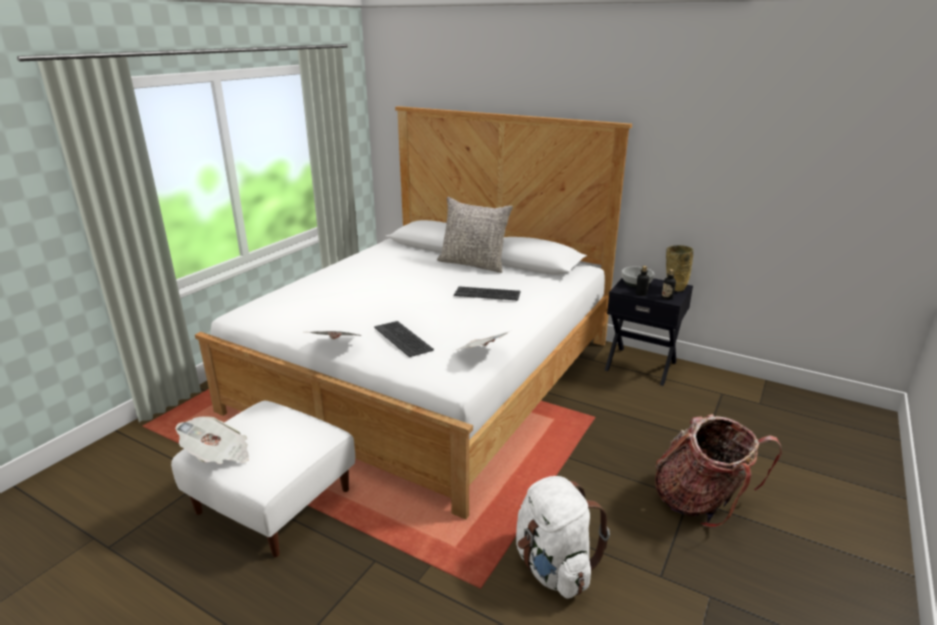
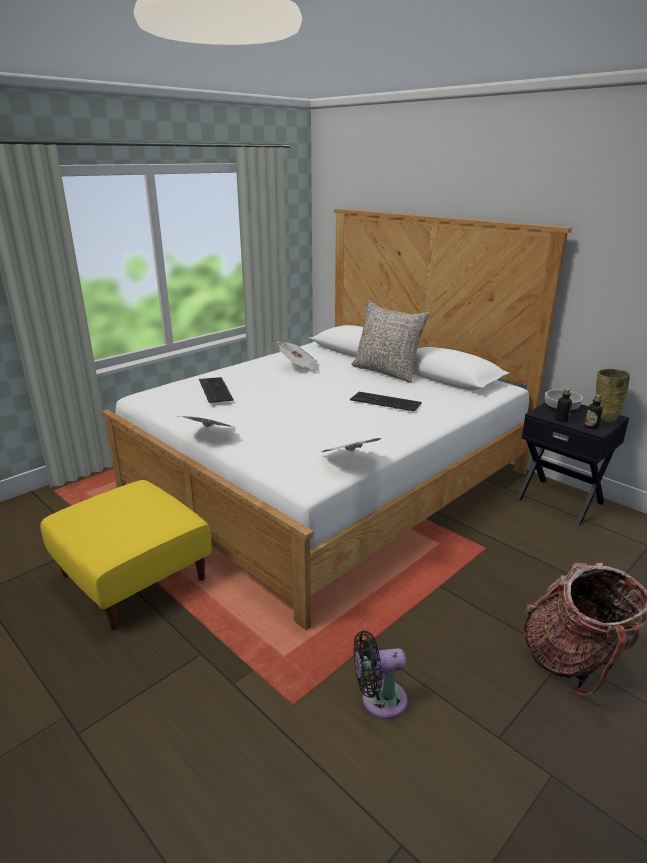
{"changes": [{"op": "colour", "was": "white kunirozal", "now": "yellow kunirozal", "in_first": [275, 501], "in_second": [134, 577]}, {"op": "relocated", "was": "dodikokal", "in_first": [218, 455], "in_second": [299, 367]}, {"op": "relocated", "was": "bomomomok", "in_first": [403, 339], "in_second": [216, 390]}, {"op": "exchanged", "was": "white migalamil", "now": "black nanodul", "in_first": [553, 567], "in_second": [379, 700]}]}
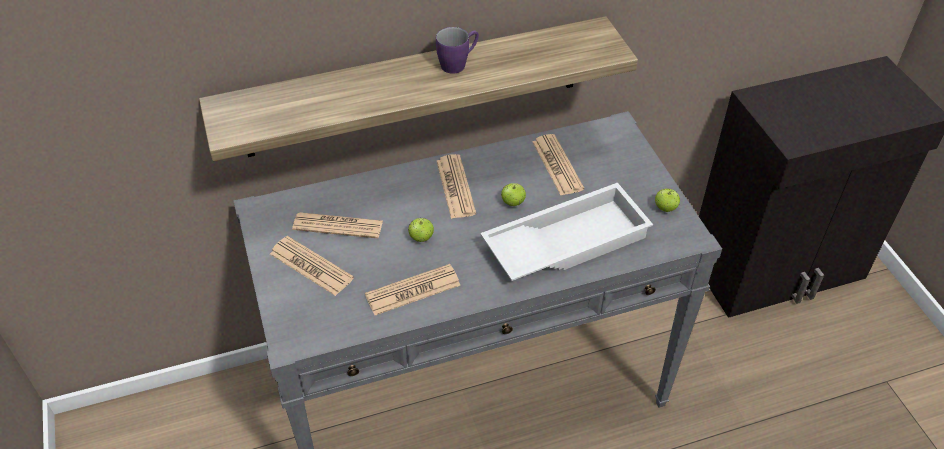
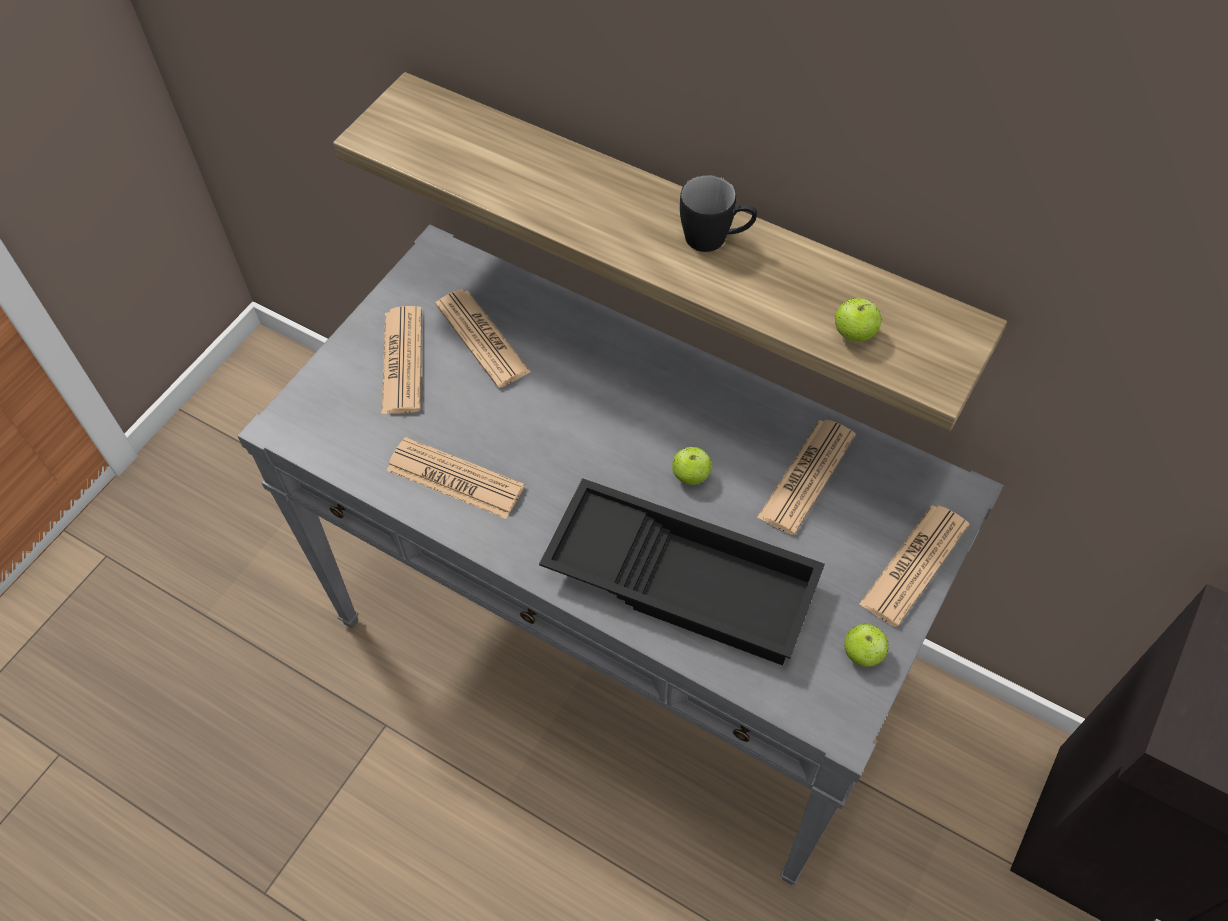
{"changes": [{"op": "relocated", "was": "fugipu", "in_first": [421, 238], "in_second": [854, 334]}, {"op": "colour", "was": "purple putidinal", "now": "black putidinal", "in_first": [458, 63], "in_second": [715, 239]}, {"op": "relocated", "was": "dodikokal", "in_first": [455, 187], "in_second": [914, 565]}, {"op": "colour", "was": "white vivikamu", "now": "black vivikamu", "in_first": [565, 241], "in_second": [684, 577]}]}
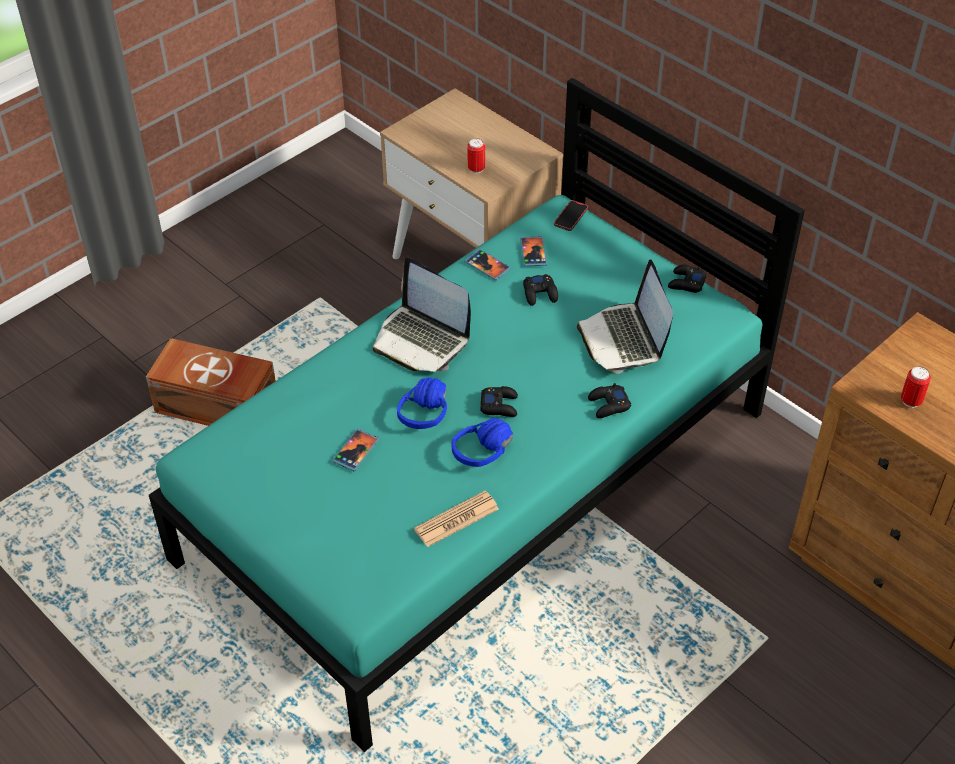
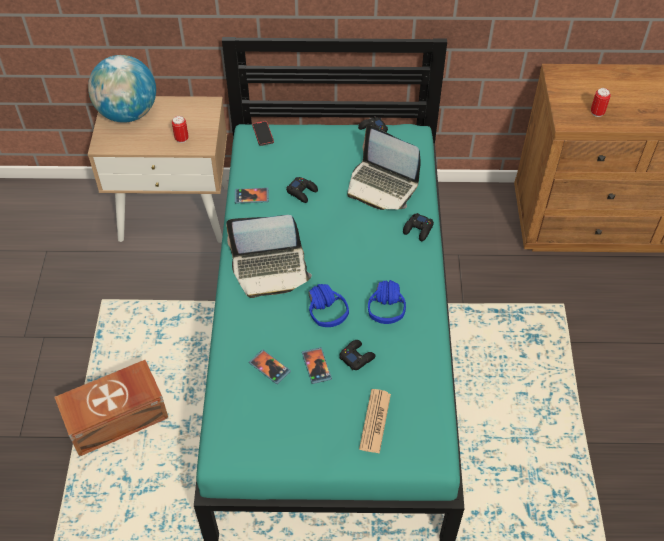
{"changes": [{"op": "relocated", "was": "dodikokal", "in_first": [456, 519], "in_second": [375, 421]}, {"op": "relocated", "was": "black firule", "in_first": [499, 405], "in_second": [357, 357]}, {"op": "relocated", "was": "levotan", "in_first": [533, 252], "in_second": [269, 367]}, {"op": "appeared", "now": "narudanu", "in_second": [128, 113]}]}
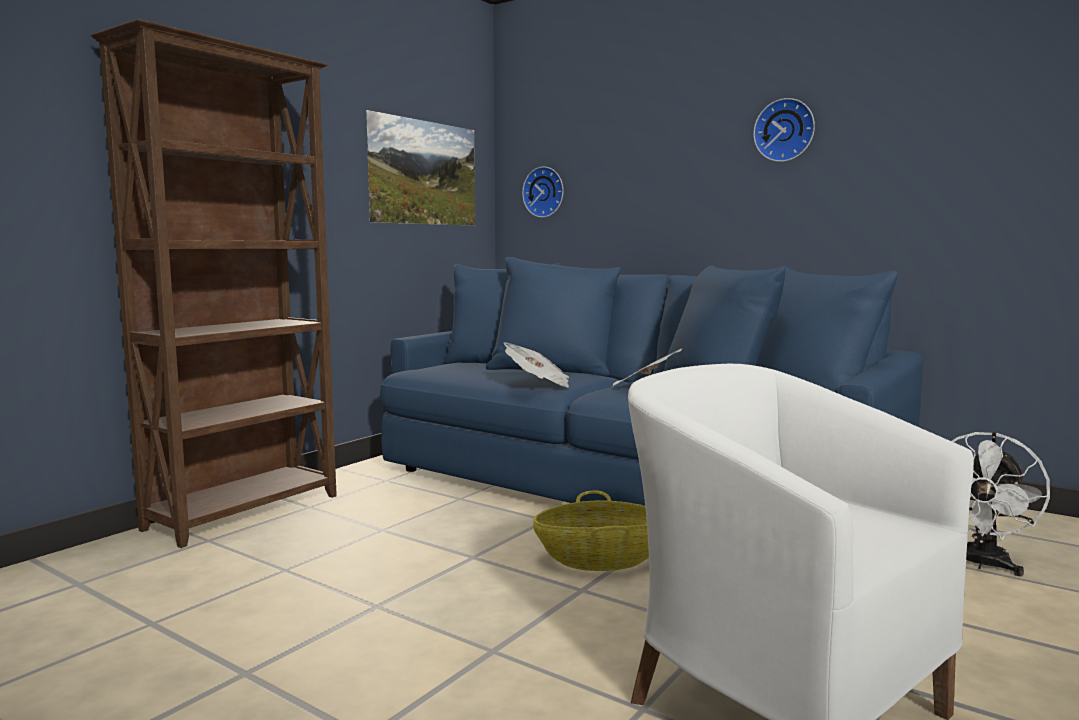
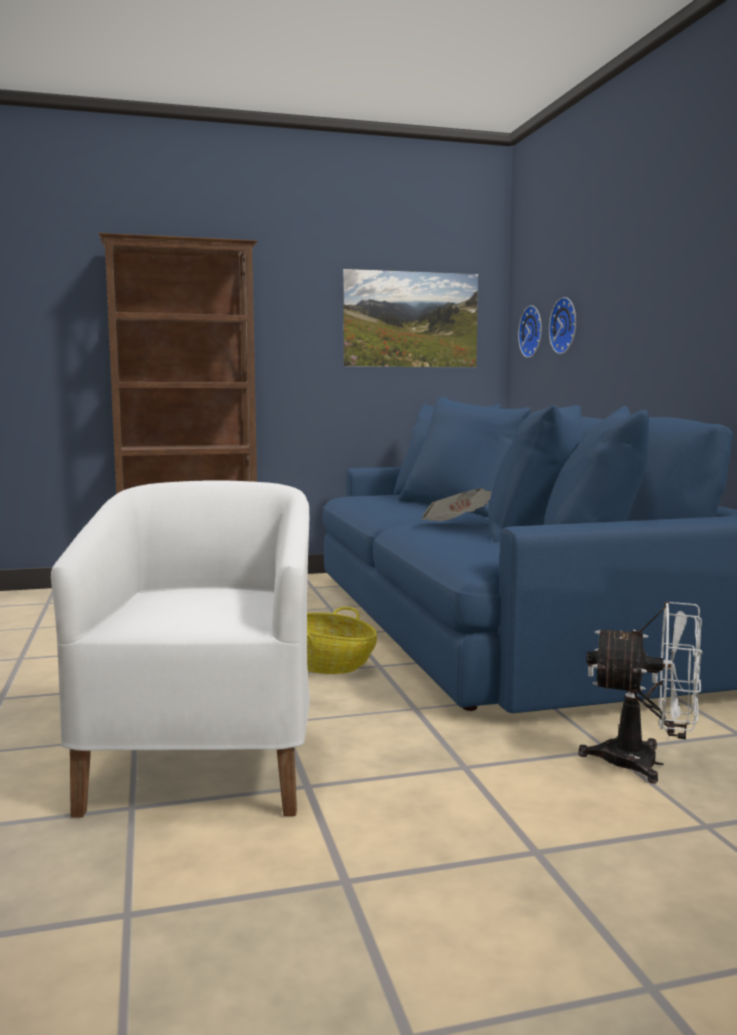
{"changes": [{"op": "missing", "was": "dodikokal", "in_first": [538, 384]}, {"op": "relocated", "was": "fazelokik", "in_first": [785, 130], "in_second": [566, 325]}, {"op": "spun", "was": "white nanodul", "in_first": [981, 564], "in_second": [645, 763], "clockwise": -150}]}
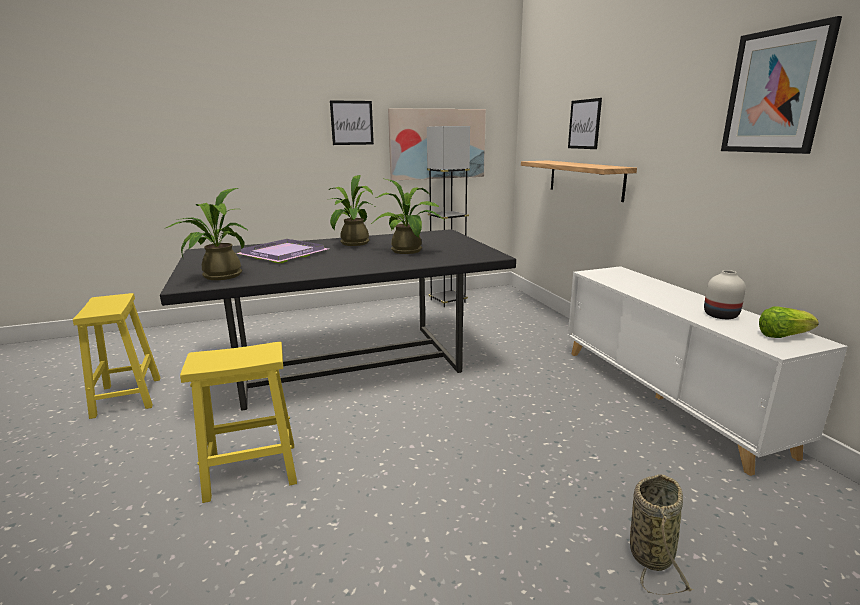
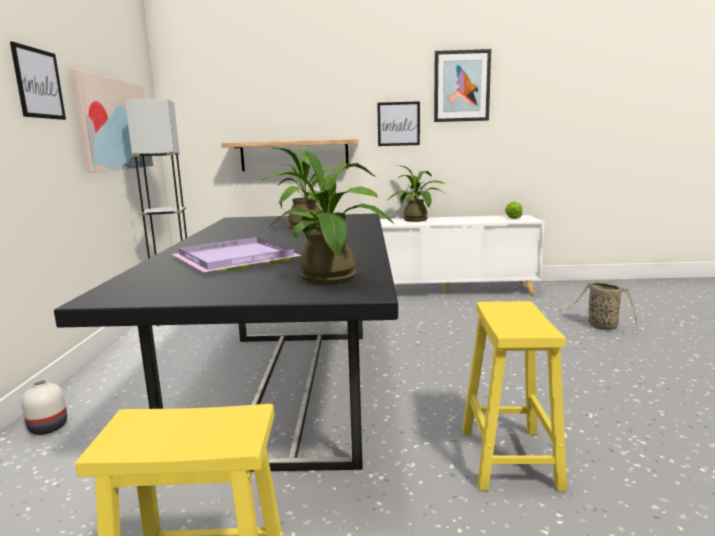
{"changes": [{"op": "relocated", "was": "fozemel", "in_first": [352, 244], "in_second": [417, 220]}, {"op": "relocated", "was": "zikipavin", "in_first": [584, 124], "in_second": [398, 124]}, {"op": "relocated", "was": "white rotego", "in_first": [721, 315], "in_second": [49, 427]}]}
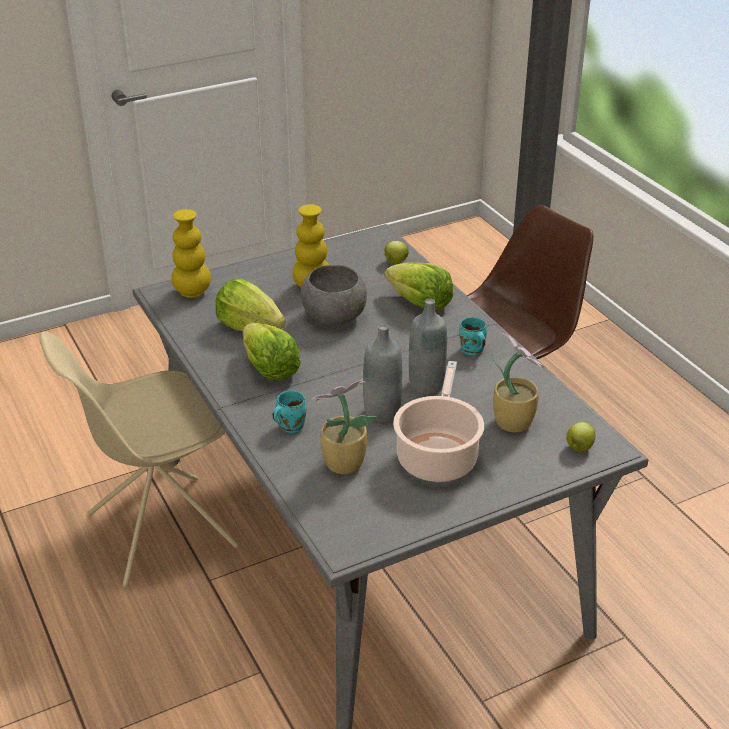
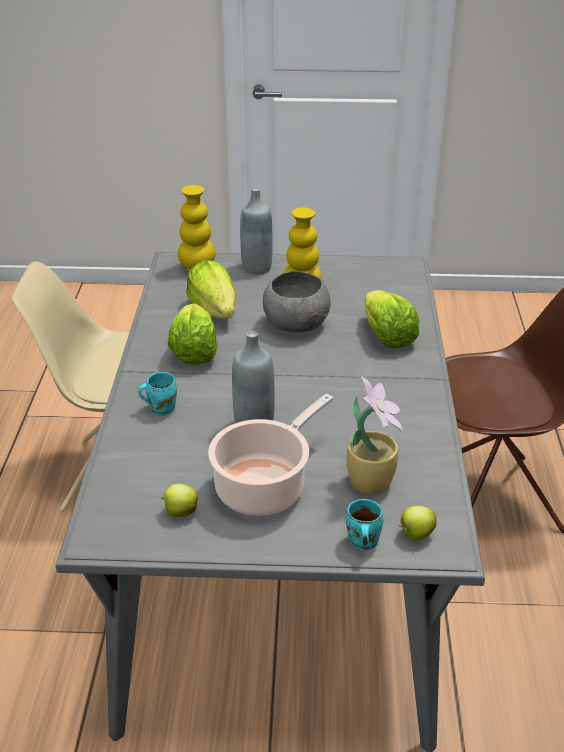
{"changes": [{"op": "missing", "was": "fozemel", "in_first": [341, 464]}, {"op": "relocated", "was": "fugipu", "in_first": [395, 262], "in_second": [180, 512]}, {"op": "relocated", "was": "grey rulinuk", "in_first": [426, 385], "in_second": [257, 268]}, {"op": "relocated", "was": "turquoise putidinal", "in_first": [471, 351], "in_second": [361, 542]}]}
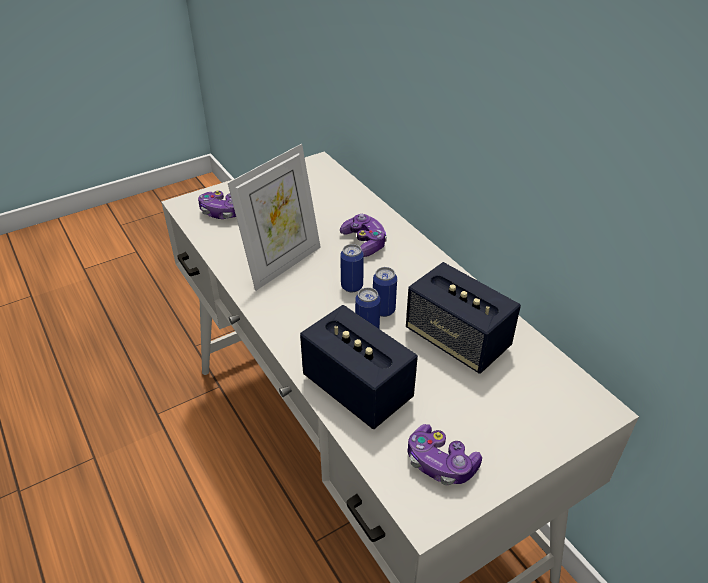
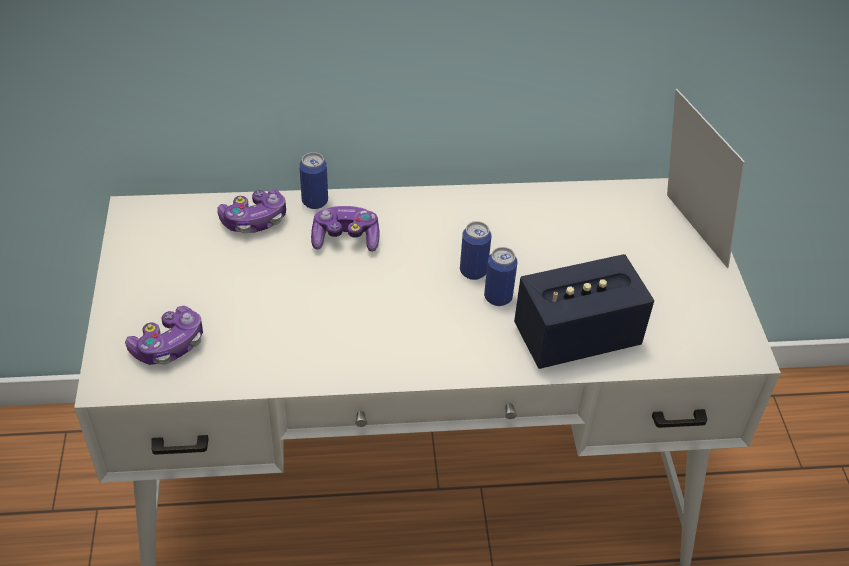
{"changes": [{"op": "relocated", "was": "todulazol", "in_first": [282, 264], "in_second": [686, 233]}, {"op": "relocated", "was": "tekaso", "in_first": [352, 286], "in_second": [315, 201]}, {"op": "missing", "was": "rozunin", "in_first": [457, 340]}, {"op": "relocated", "was": "firule", "in_first": [440, 463], "in_second": [254, 220]}]}
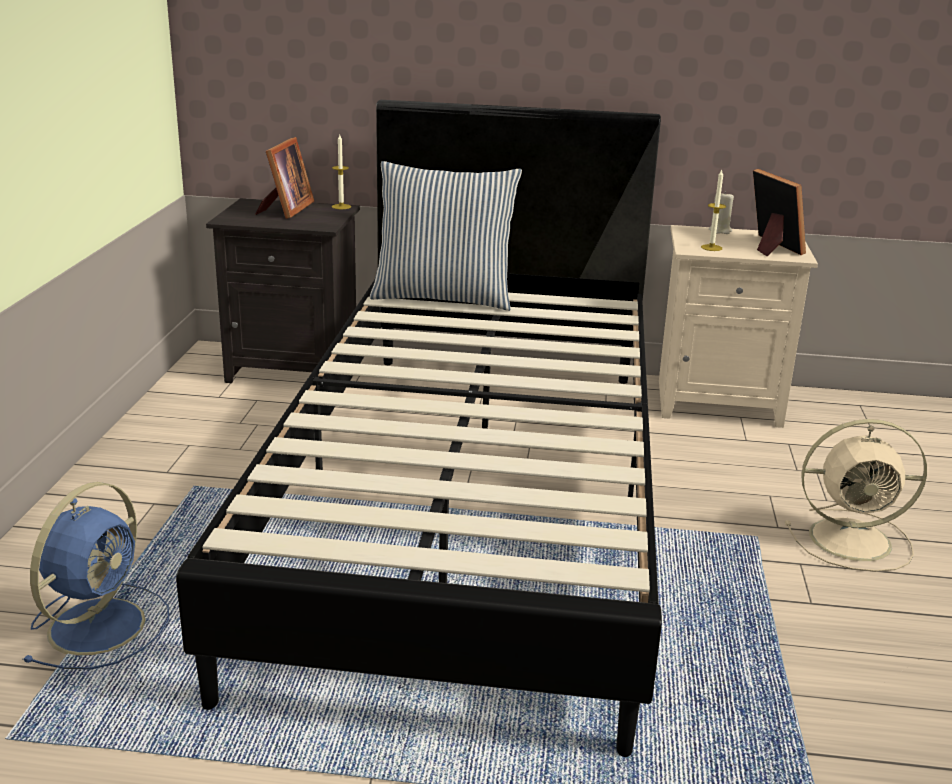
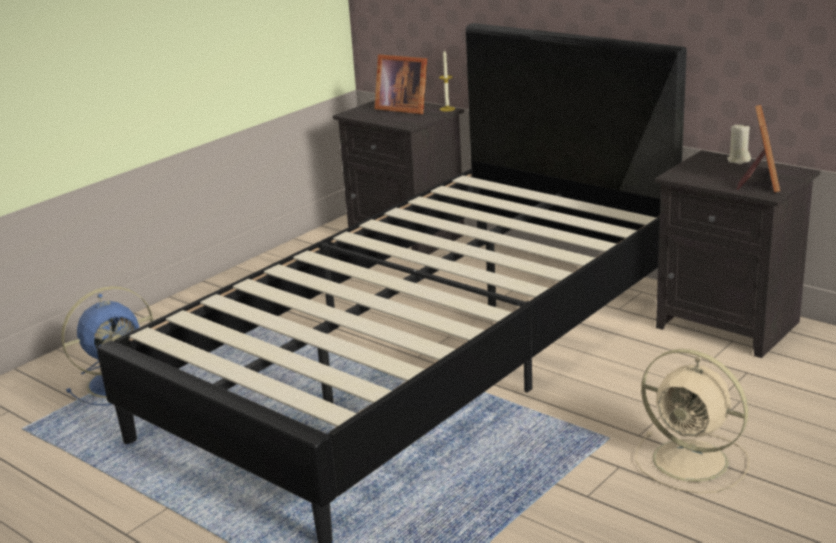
{"changes": [{"op": "spun", "was": "todulazol", "in_first": [285, 210], "in_second": [402, 108], "clockwise": 75}, {"op": "missing", "was": "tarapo", "in_first": [443, 297]}, {"op": "colour", "was": "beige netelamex", "now": "black netelamex", "in_first": [720, 402], "in_second": [730, 324]}, {"op": "missing", "was": "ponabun", "in_first": [711, 248]}]}
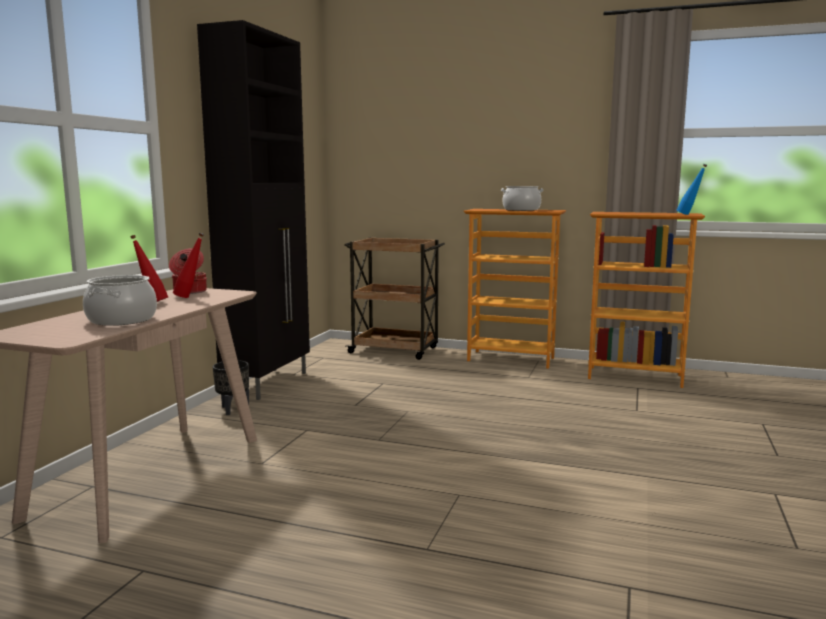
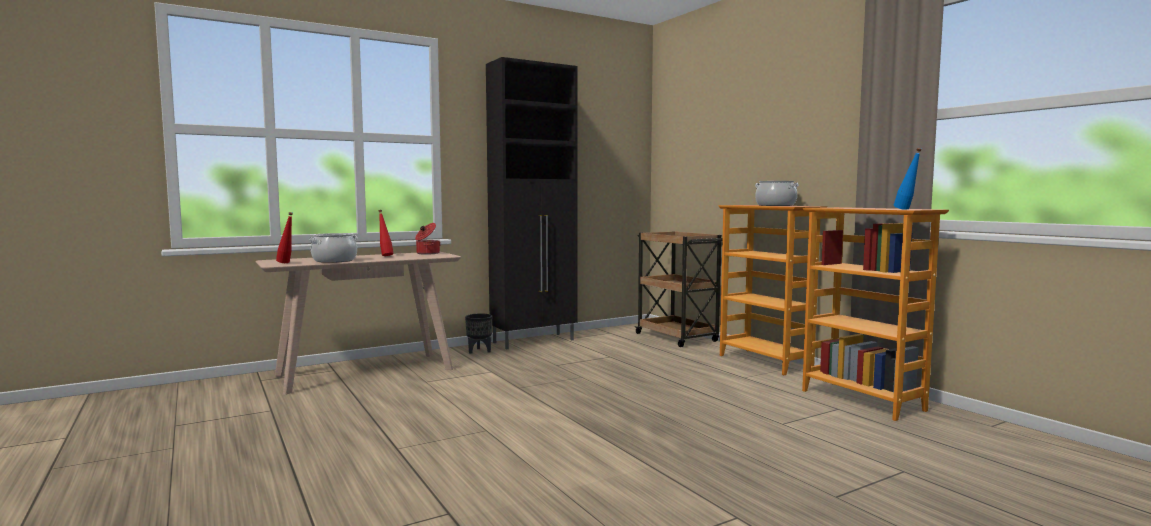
{"changes": [{"op": "relocated", "was": "red rulinuk", "in_first": [190, 297], "in_second": [287, 263]}]}
